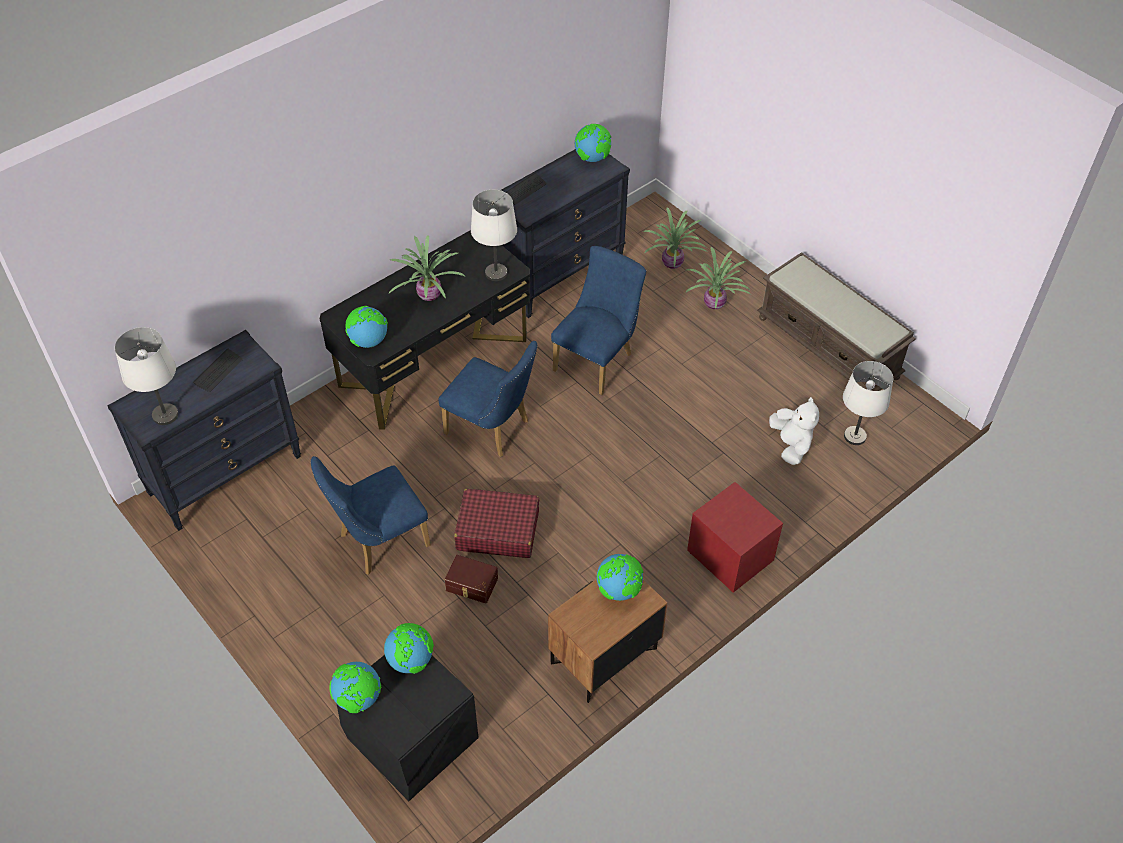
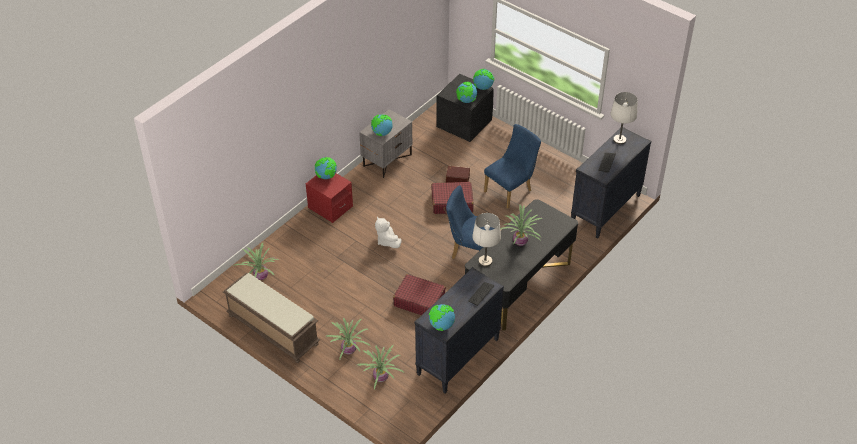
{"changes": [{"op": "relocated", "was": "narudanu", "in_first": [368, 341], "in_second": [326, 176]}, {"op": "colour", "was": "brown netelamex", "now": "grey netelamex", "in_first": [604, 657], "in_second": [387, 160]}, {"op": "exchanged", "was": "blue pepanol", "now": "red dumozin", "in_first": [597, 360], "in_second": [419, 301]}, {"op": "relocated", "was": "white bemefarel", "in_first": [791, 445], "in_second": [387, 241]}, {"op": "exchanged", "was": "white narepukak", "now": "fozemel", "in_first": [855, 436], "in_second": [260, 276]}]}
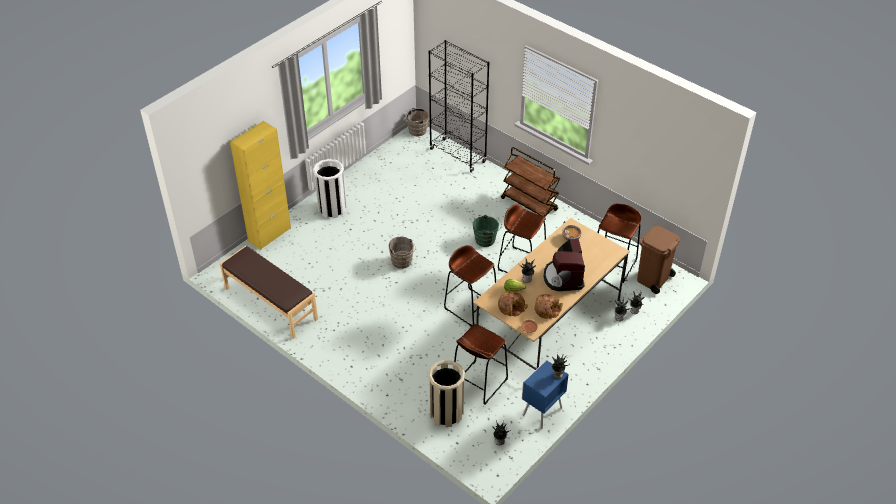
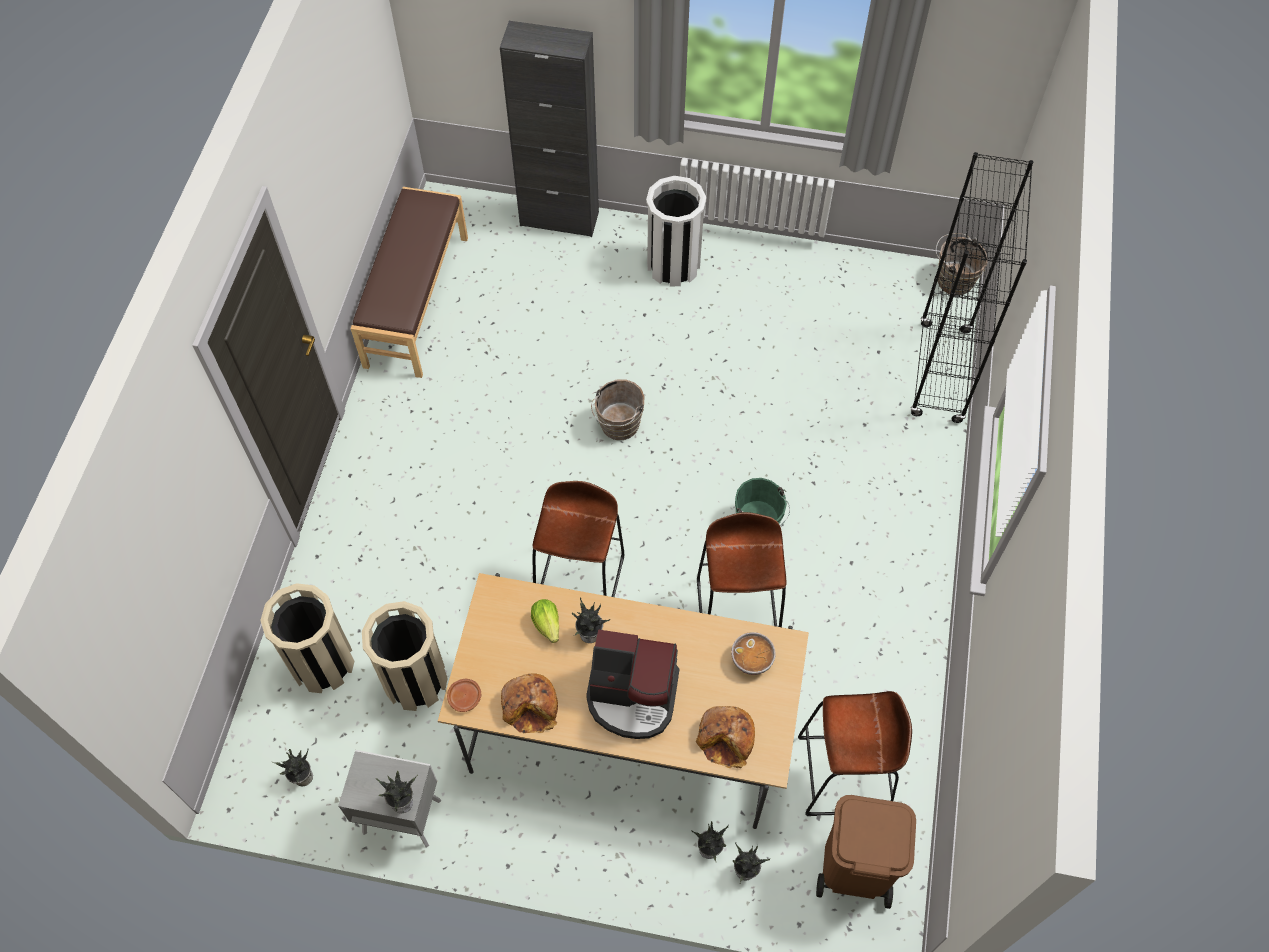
{"changes": [{"op": "colour", "was": "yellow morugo", "now": "black morugo", "in_first": [269, 234], "in_second": [559, 219]}, {"op": "exchanged", "was": "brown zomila", "now": "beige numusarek", "in_first": [479, 382], "in_second": [415, 680]}, {"op": "relocated", "was": "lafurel", "in_first": [511, 306], "in_second": [726, 739]}, {"op": "missing", "was": "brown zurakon", "in_first": [529, 204]}, {"op": "colour", "was": "blue netelamex", "now": "grey netelamex", "in_first": [541, 412], "in_second": [400, 815]}, {"op": "spun", "was": "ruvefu", "in_first": [563, 277], "in_second": [632, 696], "clockwise": -135}]}
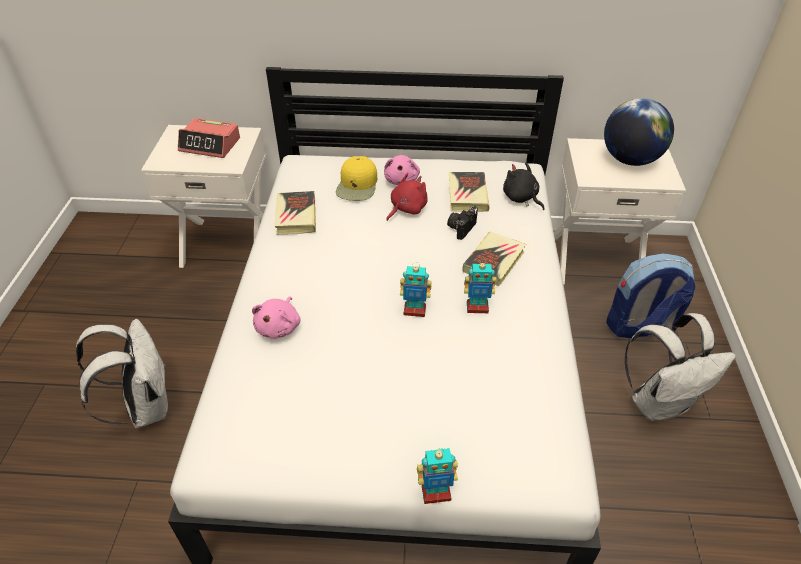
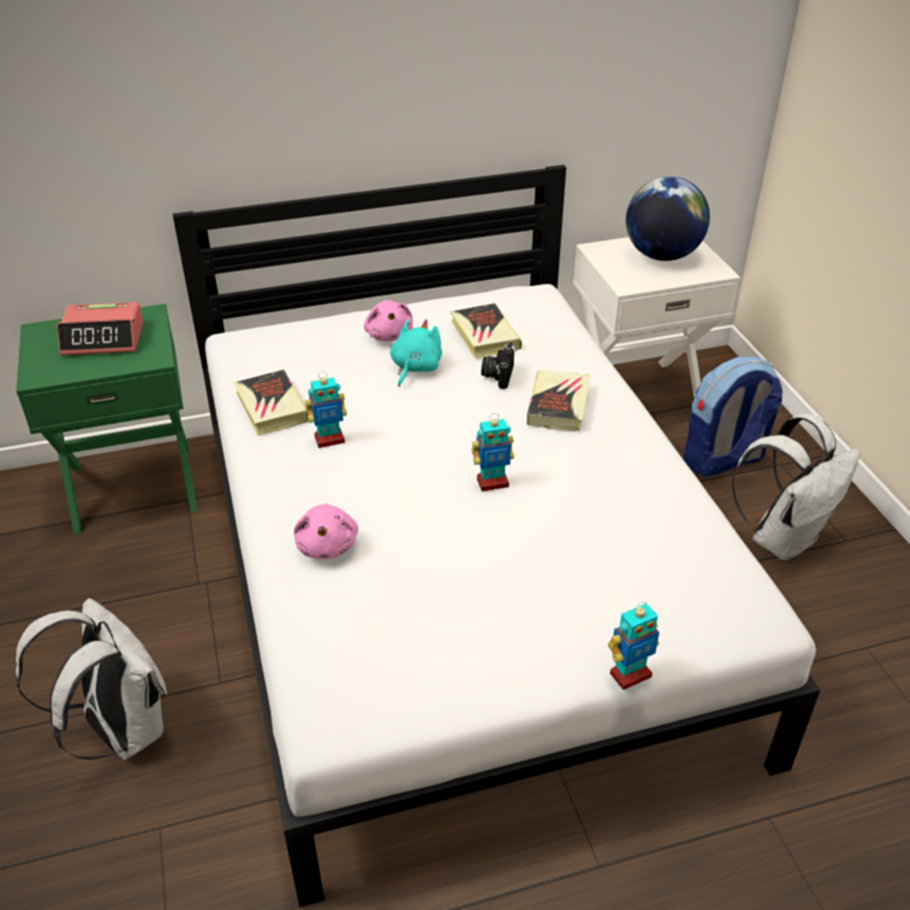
{"changes": [{"op": "colour", "was": "white netelamex", "now": "green netelamex", "in_first": [228, 243], "in_second": [134, 485]}, {"op": "missing", "was": "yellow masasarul", "in_first": [357, 186]}, {"op": "colour", "was": "red bemefarel", "now": "turquoise bemefarel", "in_first": [406, 209], "in_second": [415, 368]}, {"op": "relocated", "was": "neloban", "in_first": [477, 307], "in_second": [329, 439]}, {"op": "missing", "was": "black bemefarel", "in_first": [521, 198]}]}
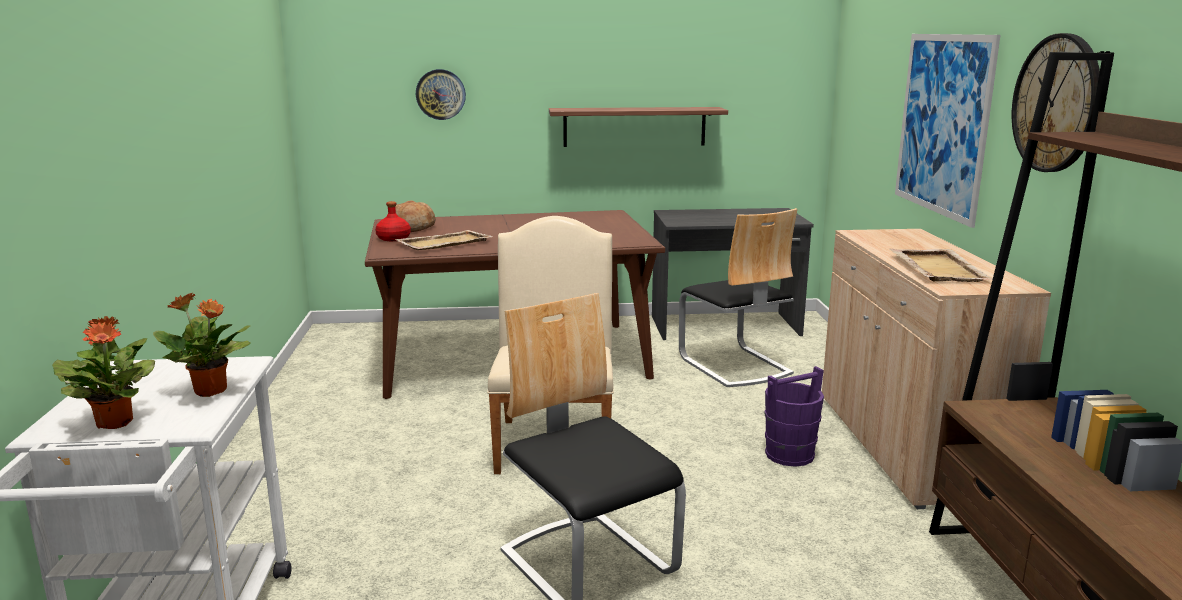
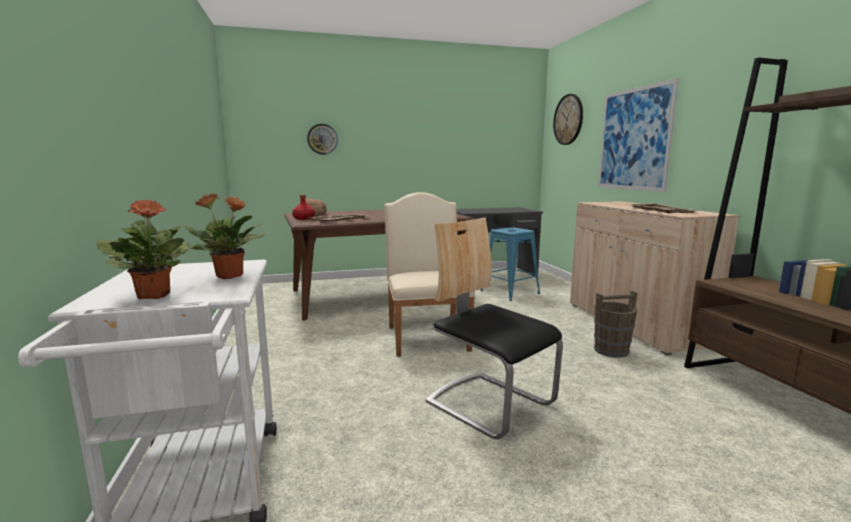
{"changes": [{"op": "missing", "was": "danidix", "in_first": [634, 126]}, {"op": "exchanged", "was": "pepanol", "now": "blue zomila", "in_first": [734, 365], "in_second": [509, 292]}, {"op": "missing", "was": "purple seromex", "in_first": [790, 454]}, {"op": "relocated", "was": "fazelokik", "in_first": [1056, 103], "in_second": [568, 119]}, {"op": "appeared", "now": "brown seromex", "in_second": [611, 350]}]}
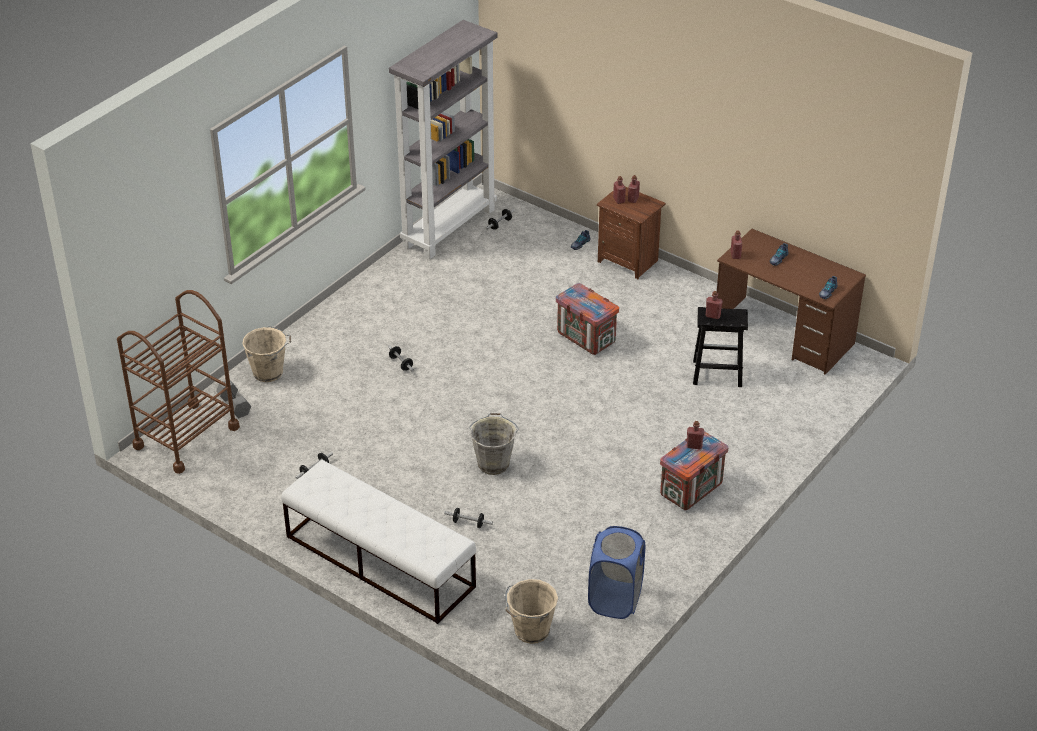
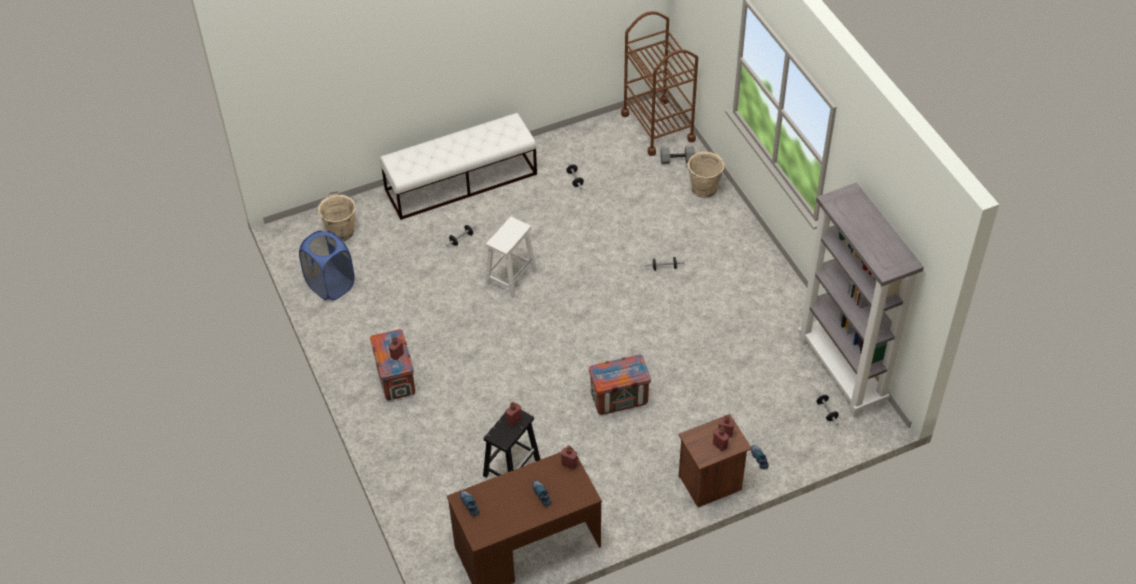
{"changes": [{"op": "exchanged", "was": "grey seromex", "now": "white zomila", "in_first": [493, 463], "in_second": [511, 277]}]}
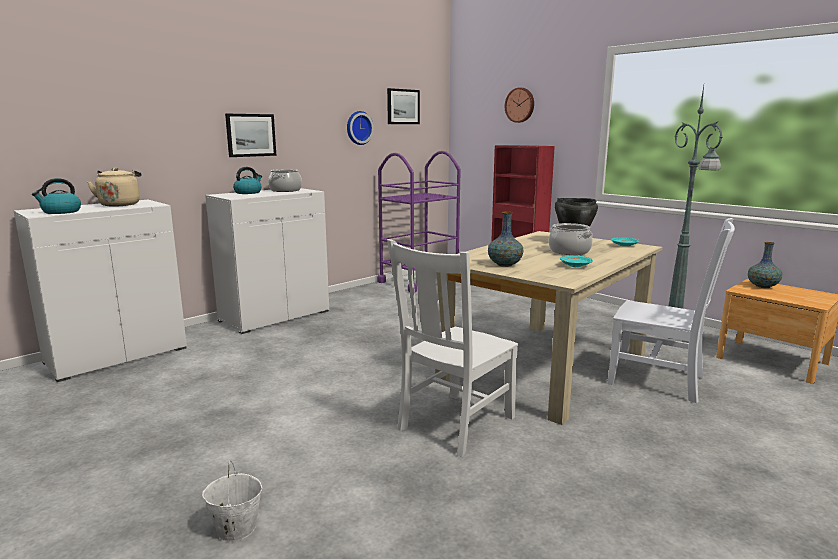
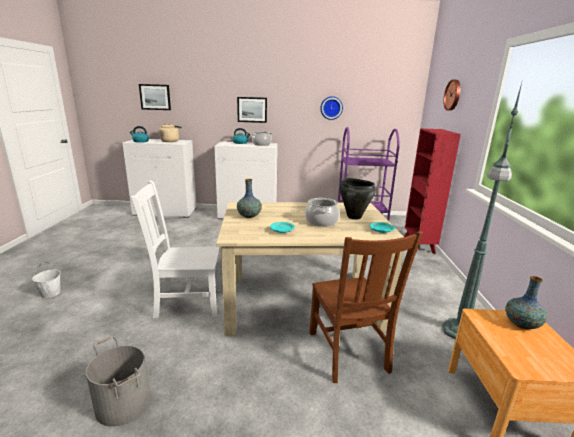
{"changes": [{"op": "relocated", "was": "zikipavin", "in_first": [403, 106], "in_second": [155, 97]}, {"op": "colour", "was": "white pepanol", "now": "brown pepanol", "in_first": [659, 381], "in_second": [348, 353]}, {"op": "appeared", "now": "grey seromex", "in_second": [122, 404]}]}
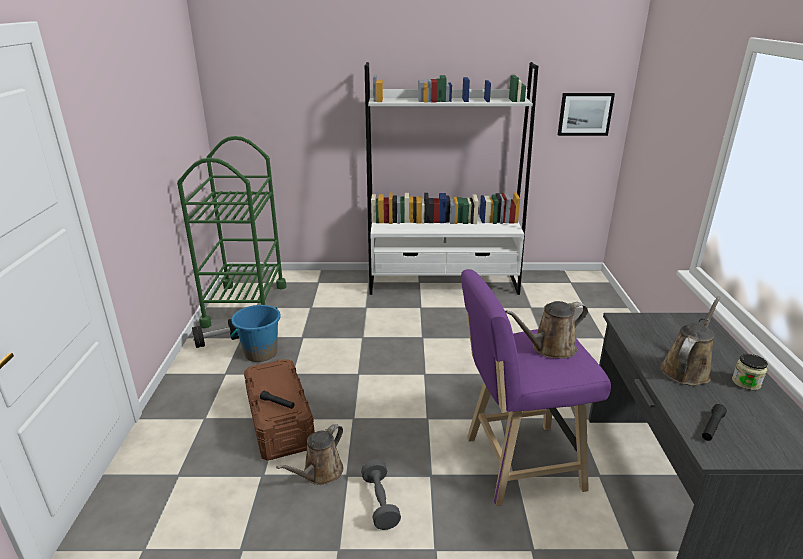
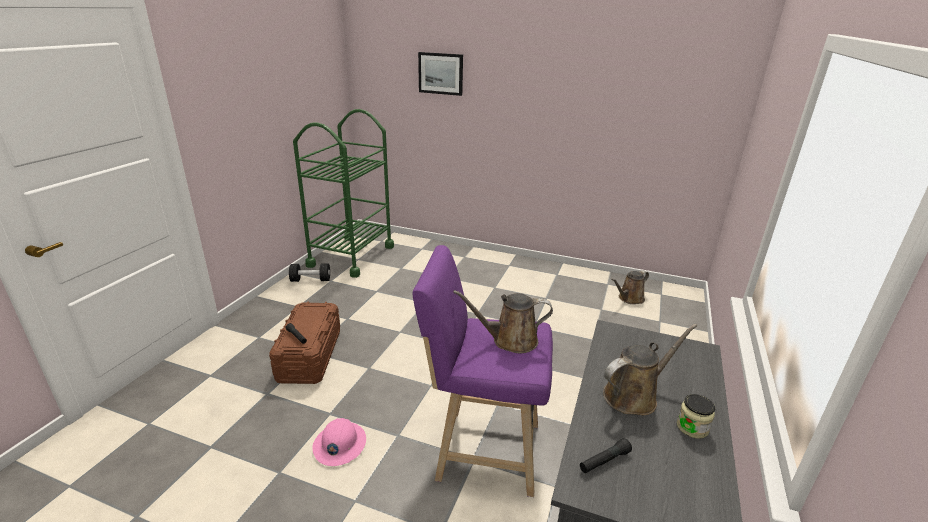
{"changes": [{"op": "missing", "was": "blue seromex", "in_first": [260, 353]}, {"op": "relocated", "was": "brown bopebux", "in_first": [320, 473], "in_second": [629, 299]}, {"op": "exchanged", "was": "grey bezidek", "now": "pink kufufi", "in_first": [380, 502], "in_second": [339, 444]}, {"op": "missing", "was": "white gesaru", "in_first": [443, 283]}, {"op": "relocated", "was": "zikipavin", "in_first": [585, 114], "in_second": [441, 73]}]}
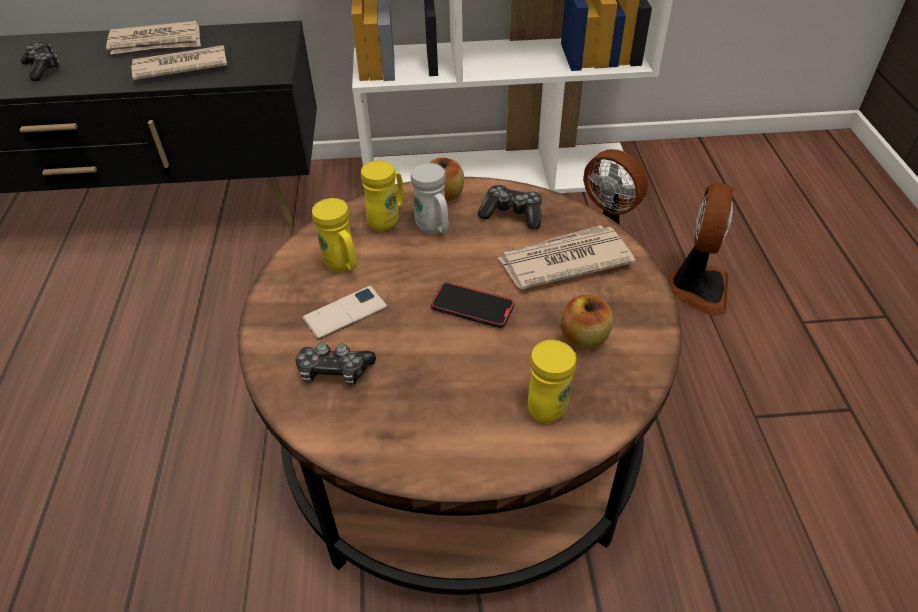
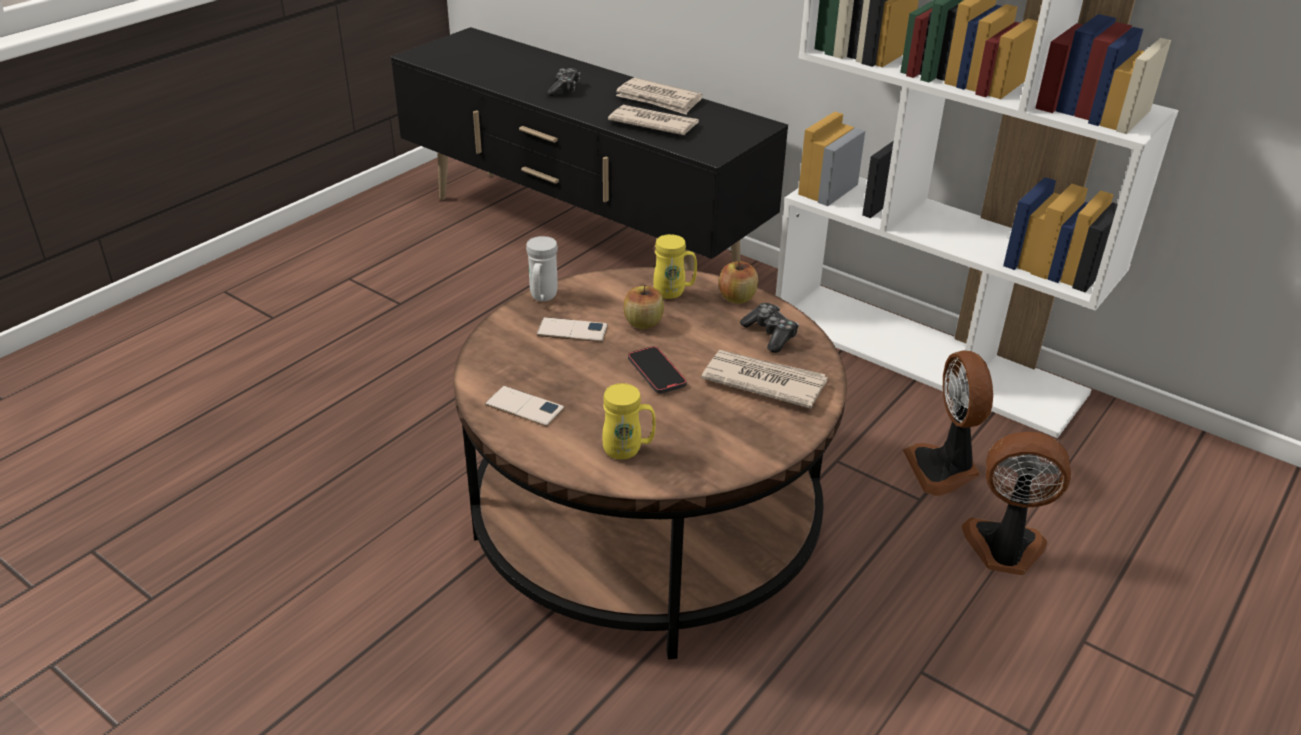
{"changes": [{"op": "missing", "was": "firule", "in_first": [334, 371]}, {"op": "missing", "was": "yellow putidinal", "in_first": [343, 266]}, {"op": "relocated", "was": "white putidinal", "in_first": [434, 229], "in_second": [542, 298]}, {"op": "relocated", "was": "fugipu", "in_first": [584, 338], "in_second": [643, 323]}, {"op": "spun", "was": "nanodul", "in_first": [696, 288], "in_second": [1004, 549], "clockwise": -135}, {"op": "appeared", "now": "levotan", "in_second": [524, 407]}]}
